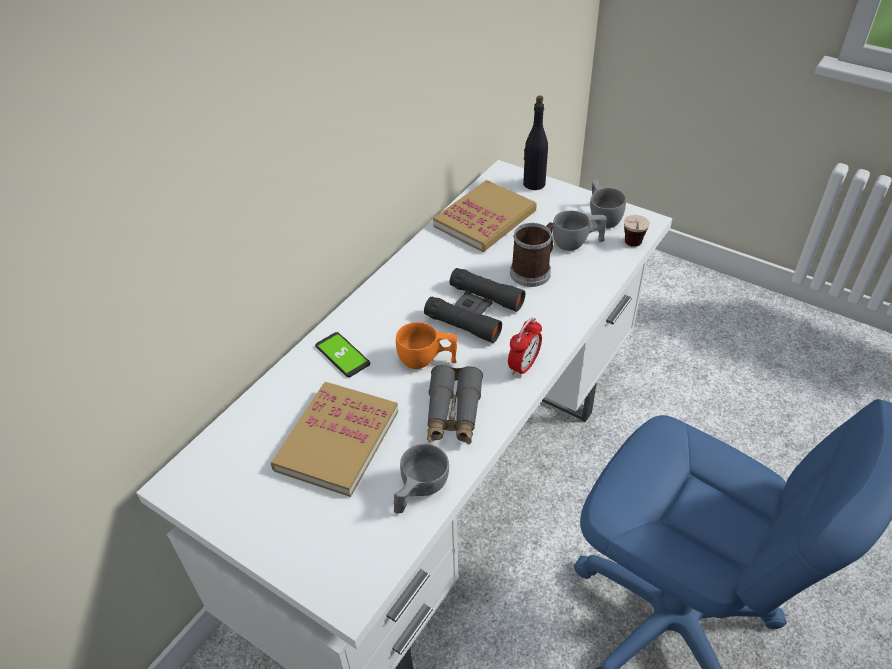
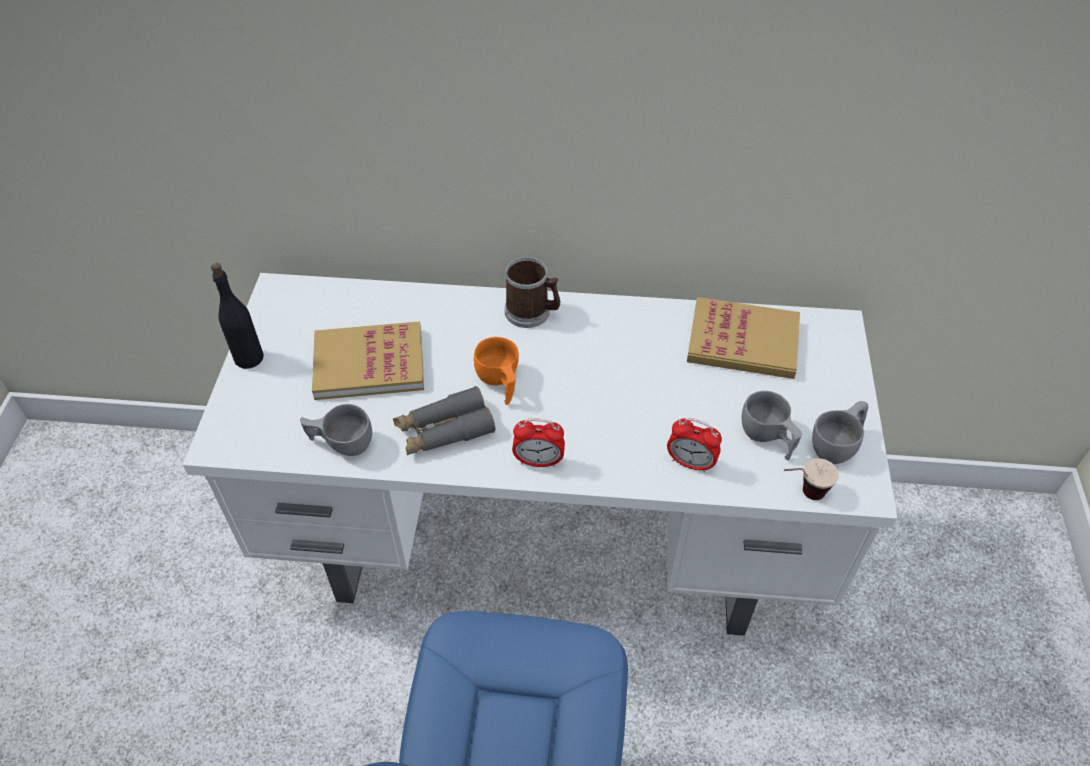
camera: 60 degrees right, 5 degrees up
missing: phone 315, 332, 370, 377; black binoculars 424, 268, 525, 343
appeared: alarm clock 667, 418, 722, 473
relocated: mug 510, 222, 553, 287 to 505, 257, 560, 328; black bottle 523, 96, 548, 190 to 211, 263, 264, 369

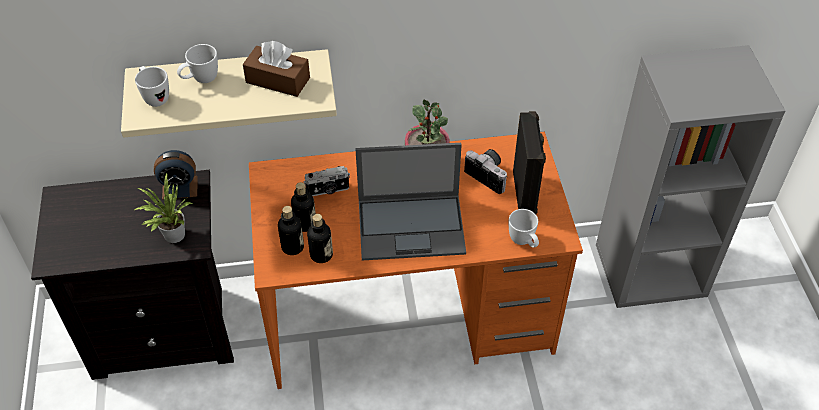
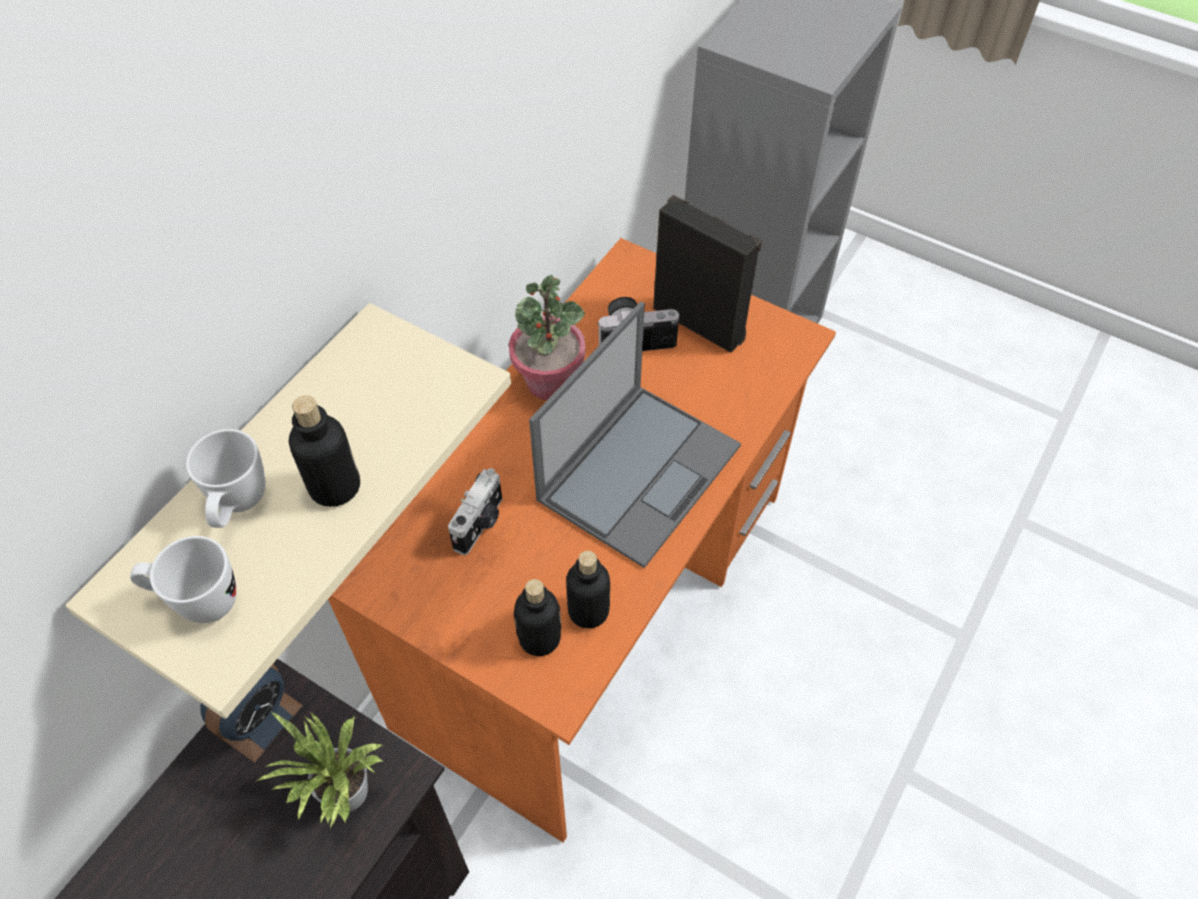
camera: 50 degrees left, 5 degrees up
missing: brown tissue box 243, 41, 310, 97; white mug 509, 209, 539, 248
relocated: bottle 291, 182, 316, 232 to 289, 395, 360, 507

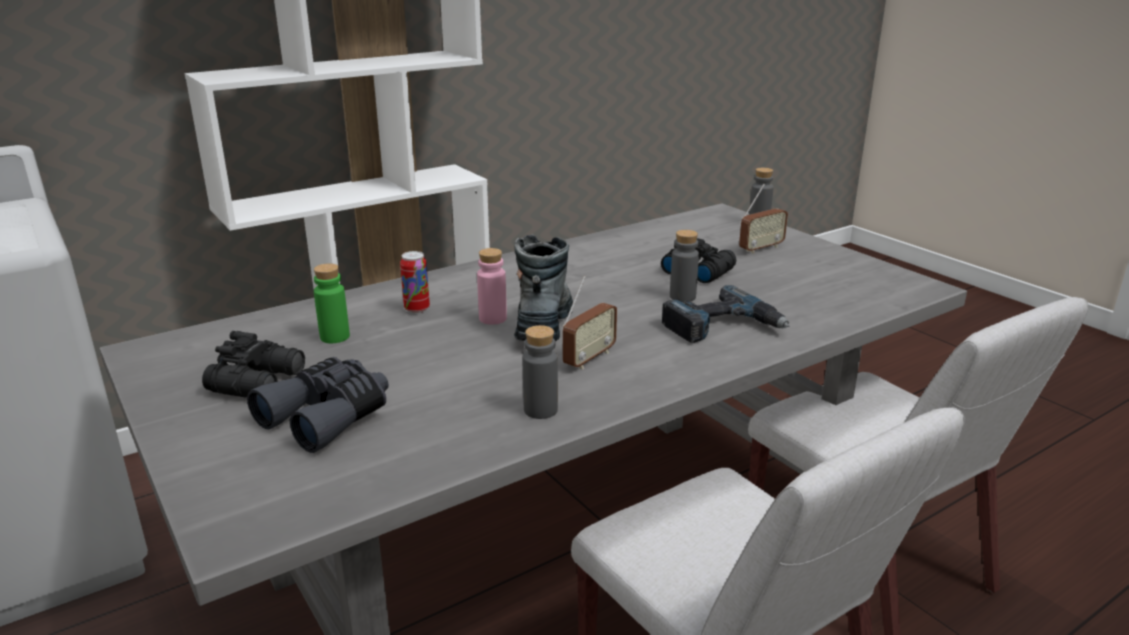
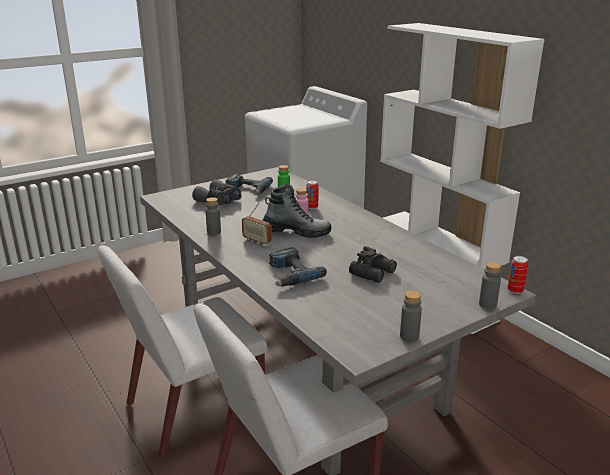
camera: 90 degrees right, 0 degrees up
missing: radio 739, 184, 788, 254
appeared: can 507, 256, 528, 294
relocated: grey bottle 670, 230, 699, 302 to 400, 291, 422, 342
exchanged: black binoculars 202, 331, 305, 398 to power drill 226, 173, 273, 194

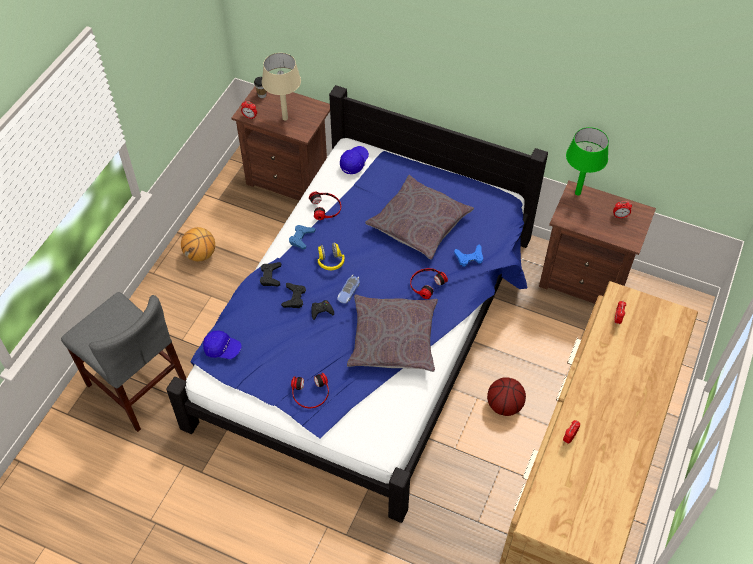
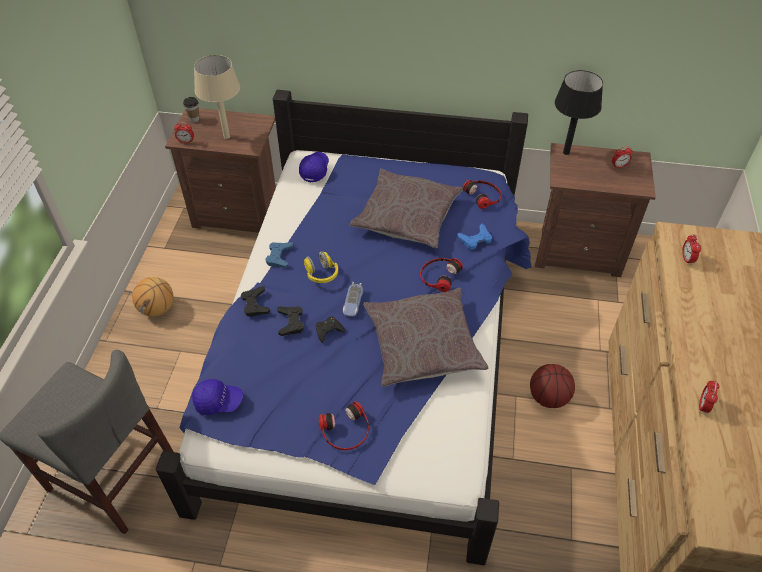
camera: 15 degrees left, 5 degrees down
relocated: headphones 309, 192, 341, 220 to 463, 180, 502, 209
colour: green table lamp 566, 127, 609, 196 to black table lamp 555, 70, 603, 155

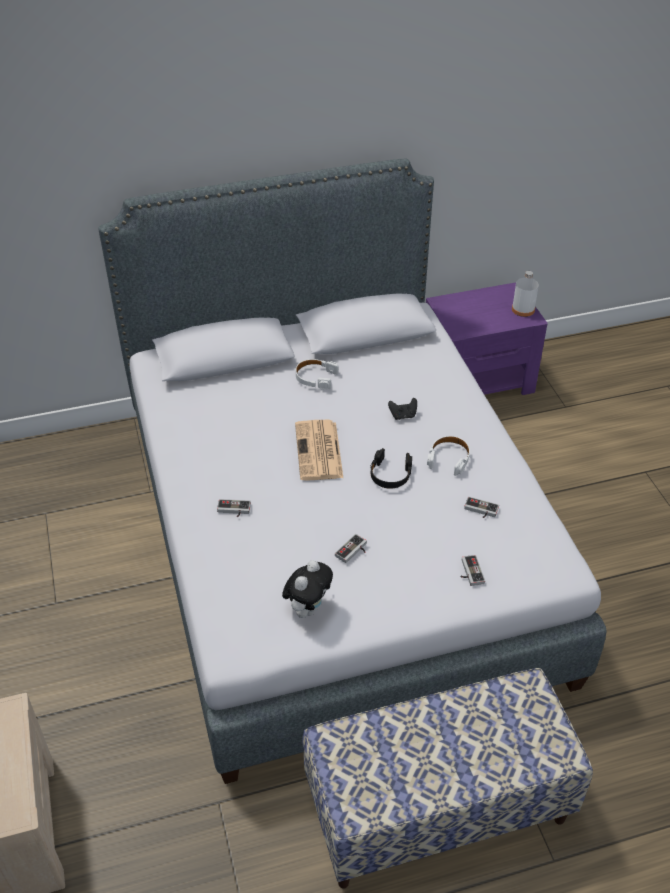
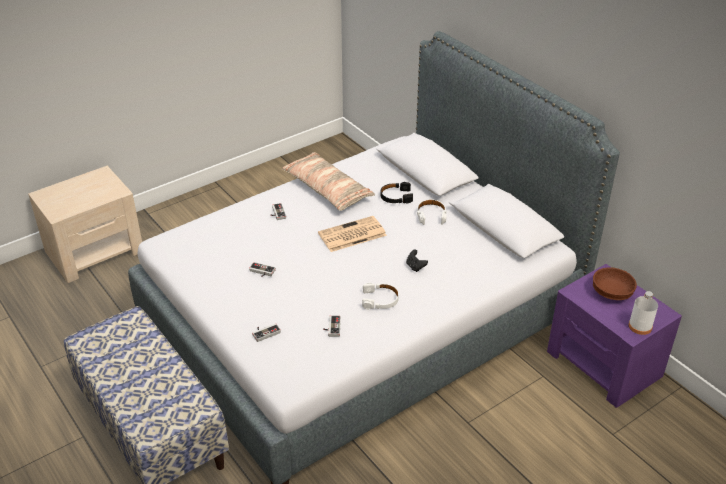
camera: 70 degrees right, 5 degrees down
missing: plush toy 282, 560, 333, 618
appeared: pillow 282, 152, 375, 211; brown bowl 593, 267, 637, 300
relocated: black headphones 370, 448, 412, 489 to 381, 182, 413, 203

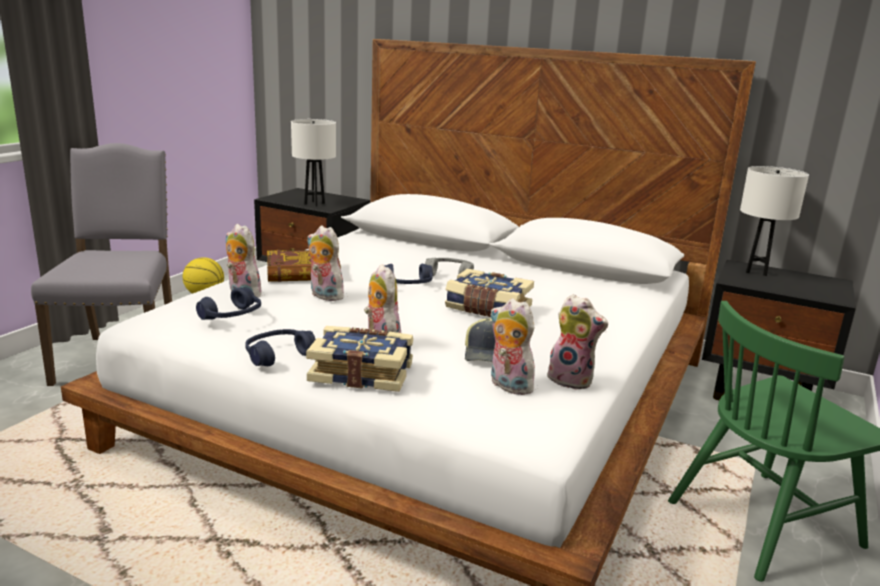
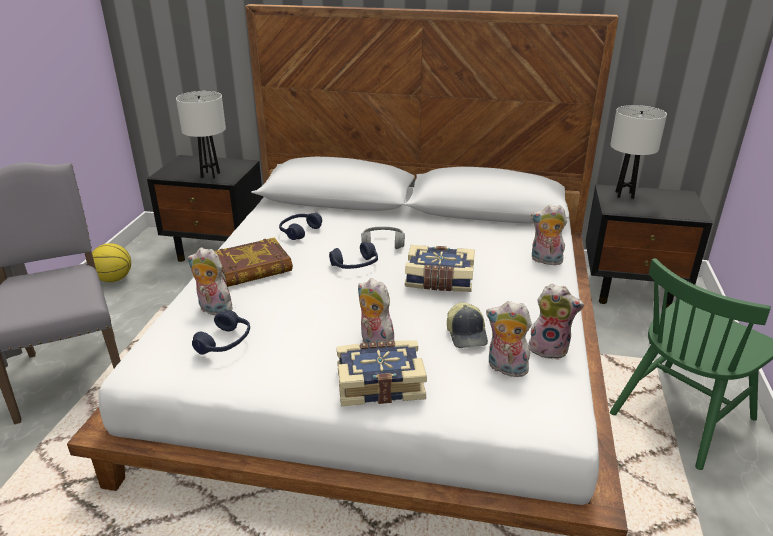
camera: 15 degrees left, 10 degrees up
relocated: blue headphones 245, 329, 316, 366 to 279, 213, 322, 240; plush toy 307, 226, 344, 301 to 531, 204, 567, 265

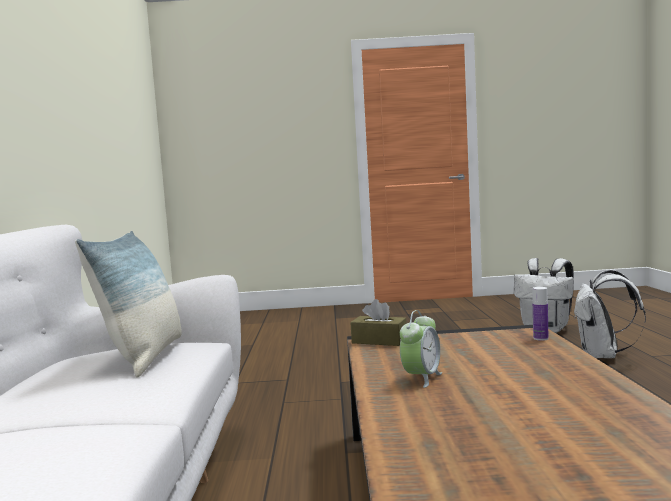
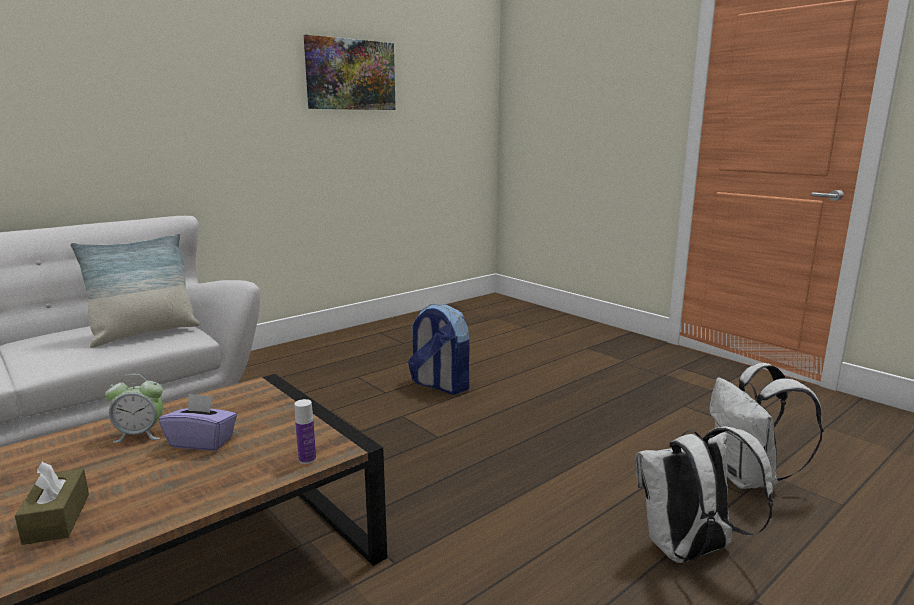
camera: 50 degrees right, 10 degrees up
appeared: purple tissue box 159, 394, 237, 451; picture 304, 34, 396, 110; backpack 408, 304, 469, 394
relocated: brown tissue box 350, 299, 406, 346 to 15, 462, 89, 545

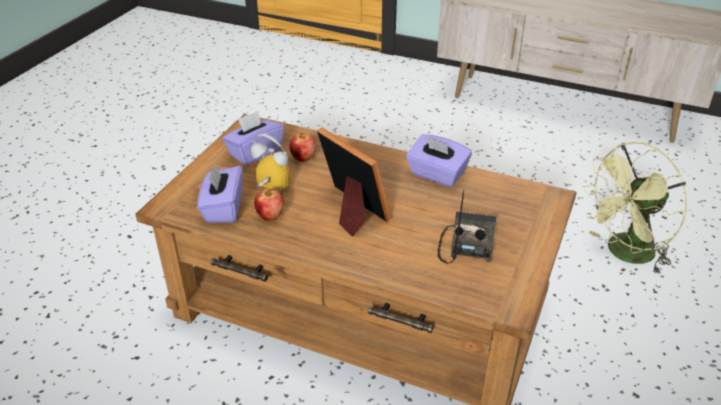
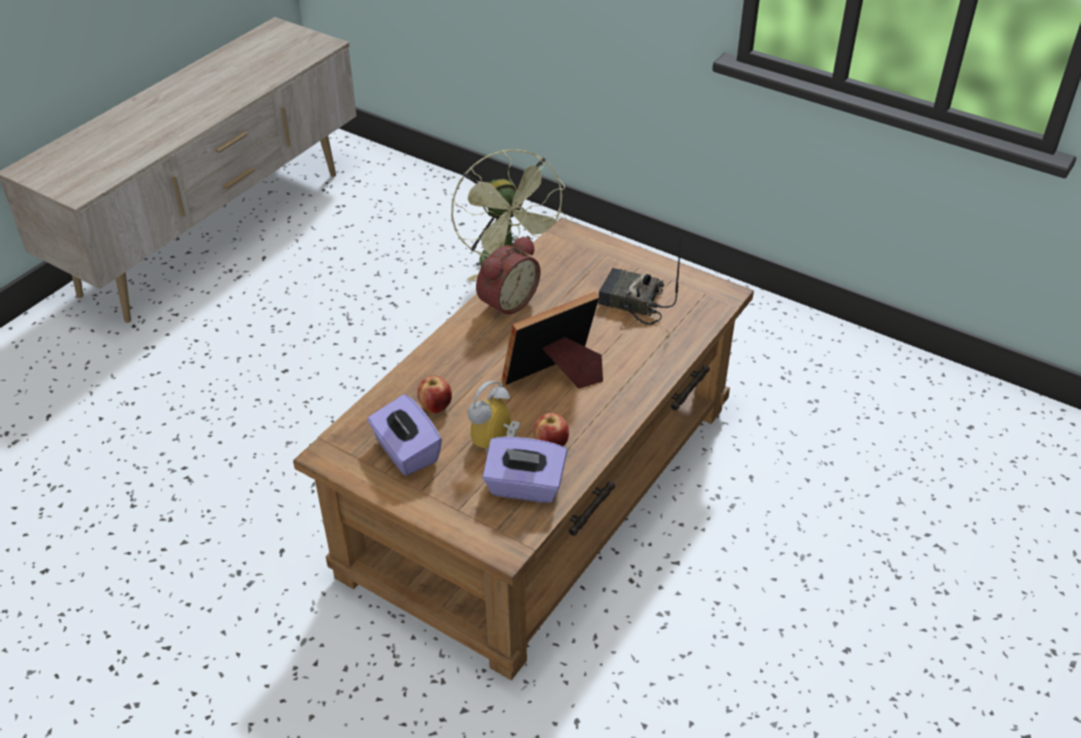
camera: 80 degrees left, 5 degrees up
exchanged: purple tissue box 406, 135, 472, 187 to alarm clock 476, 236, 540, 318

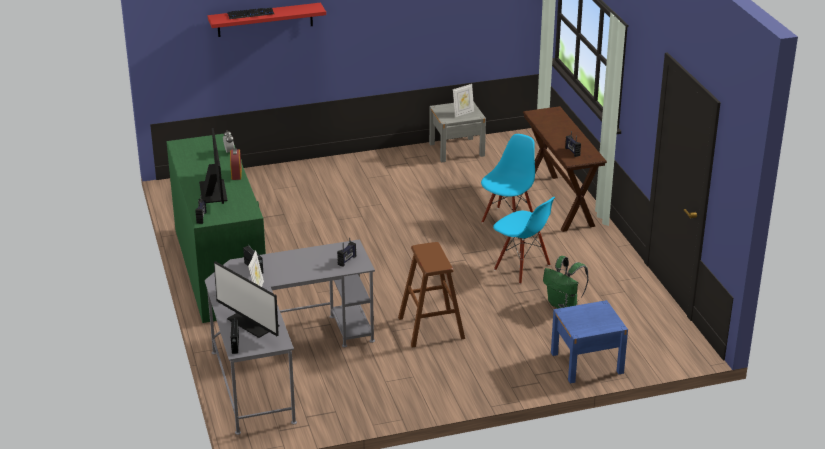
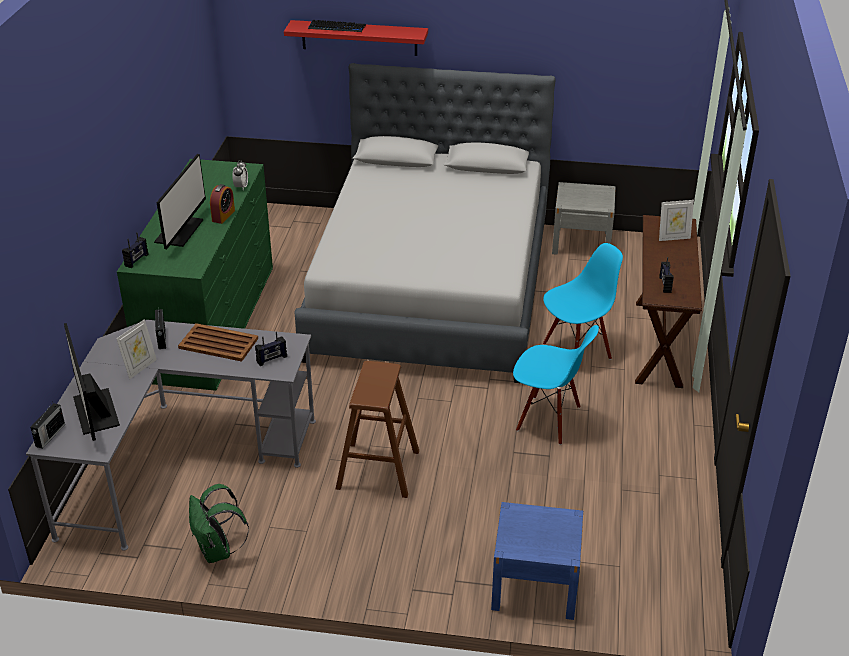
camera: 25 degrees right, 5 degrees up
appeared: brown tray 178, 323, 258, 362; grey bed 294, 63, 555, 383
relocated: picture frame 453, 84, 474, 117 to 659, 200, 694, 241; green backpack 543, 256, 589, 308 to 189, 484, 249, 563
spun: blue chair 493, 197, 555, 284 = 513, 325, 599, 445 45 degrees counterclockwise

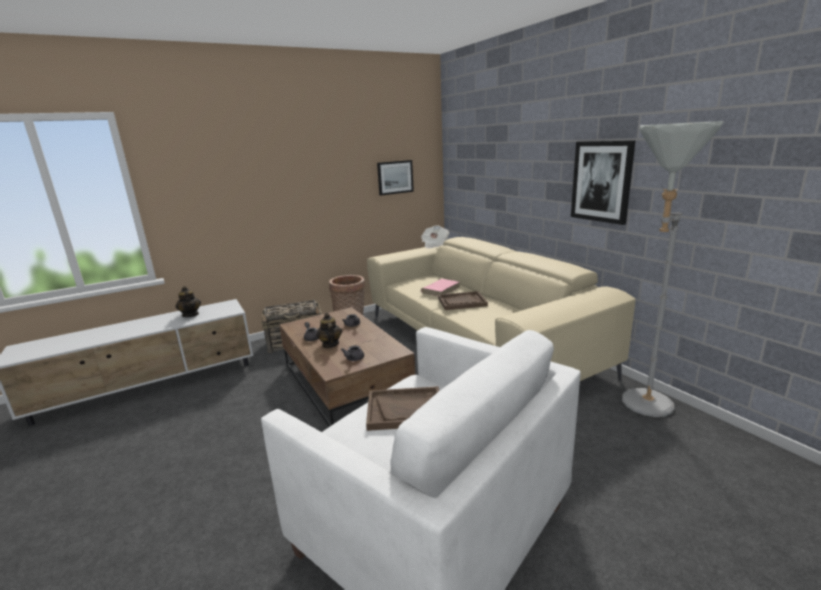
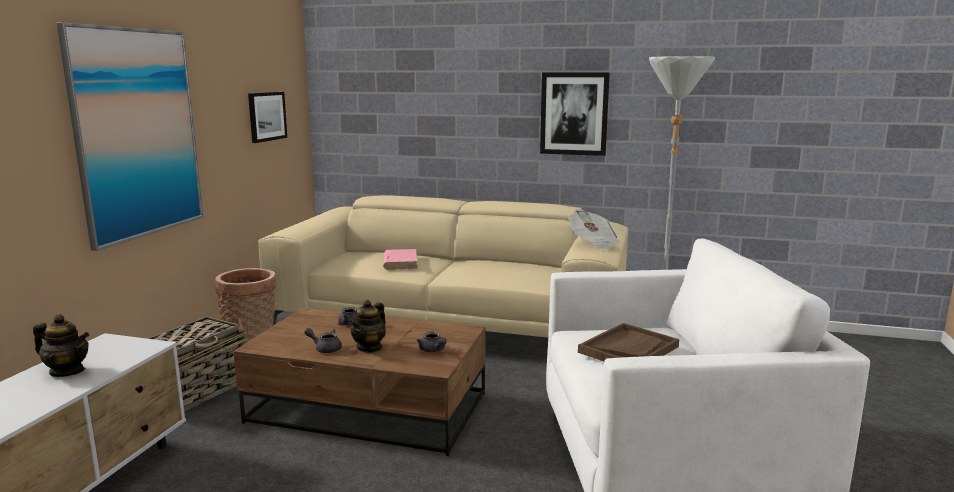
camera: 45 degrees left, 5 degrees down
missing: brown tray 438, 291, 488, 310
appeared: picture 57, 22, 203, 251
relocated: newspaper 421, 225, 450, 249 to 568, 210, 620, 250
spun: teapot 316, 313, 342, 348 = 349, 300, 386, 353 90 degrees counterclockwise

